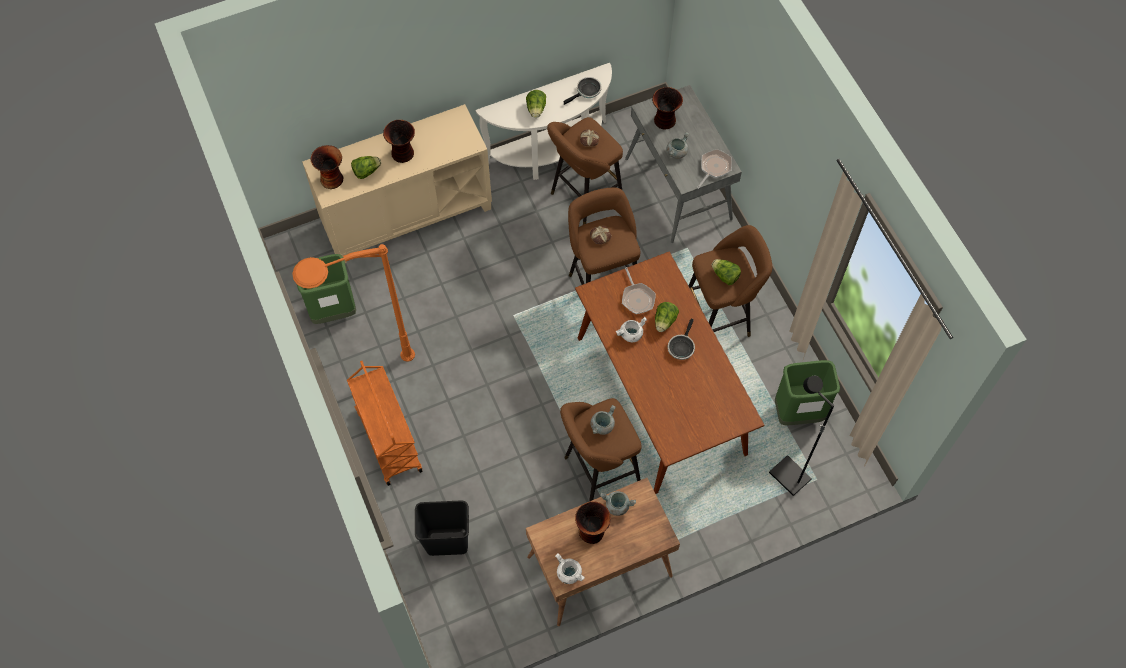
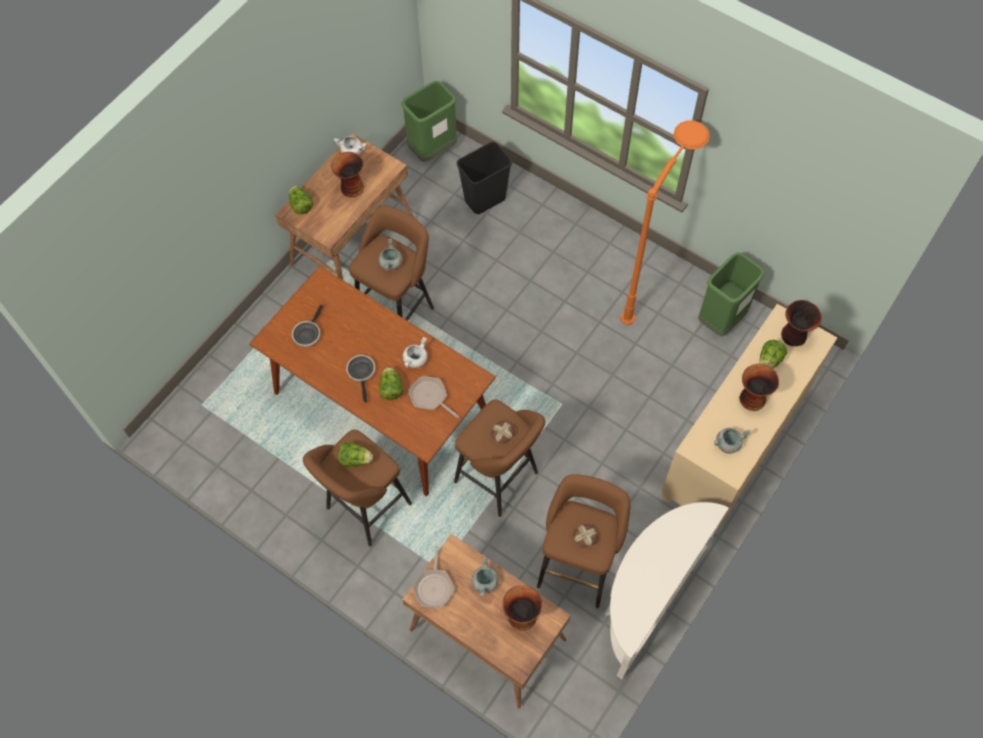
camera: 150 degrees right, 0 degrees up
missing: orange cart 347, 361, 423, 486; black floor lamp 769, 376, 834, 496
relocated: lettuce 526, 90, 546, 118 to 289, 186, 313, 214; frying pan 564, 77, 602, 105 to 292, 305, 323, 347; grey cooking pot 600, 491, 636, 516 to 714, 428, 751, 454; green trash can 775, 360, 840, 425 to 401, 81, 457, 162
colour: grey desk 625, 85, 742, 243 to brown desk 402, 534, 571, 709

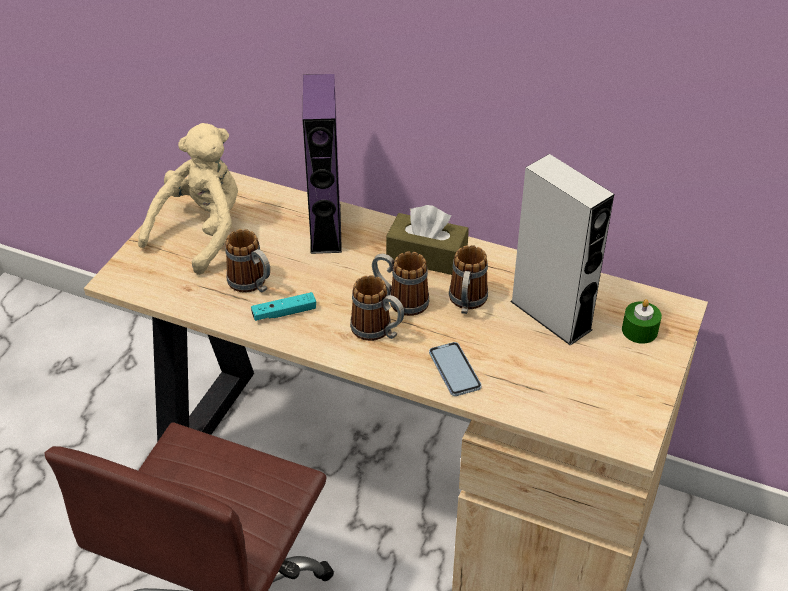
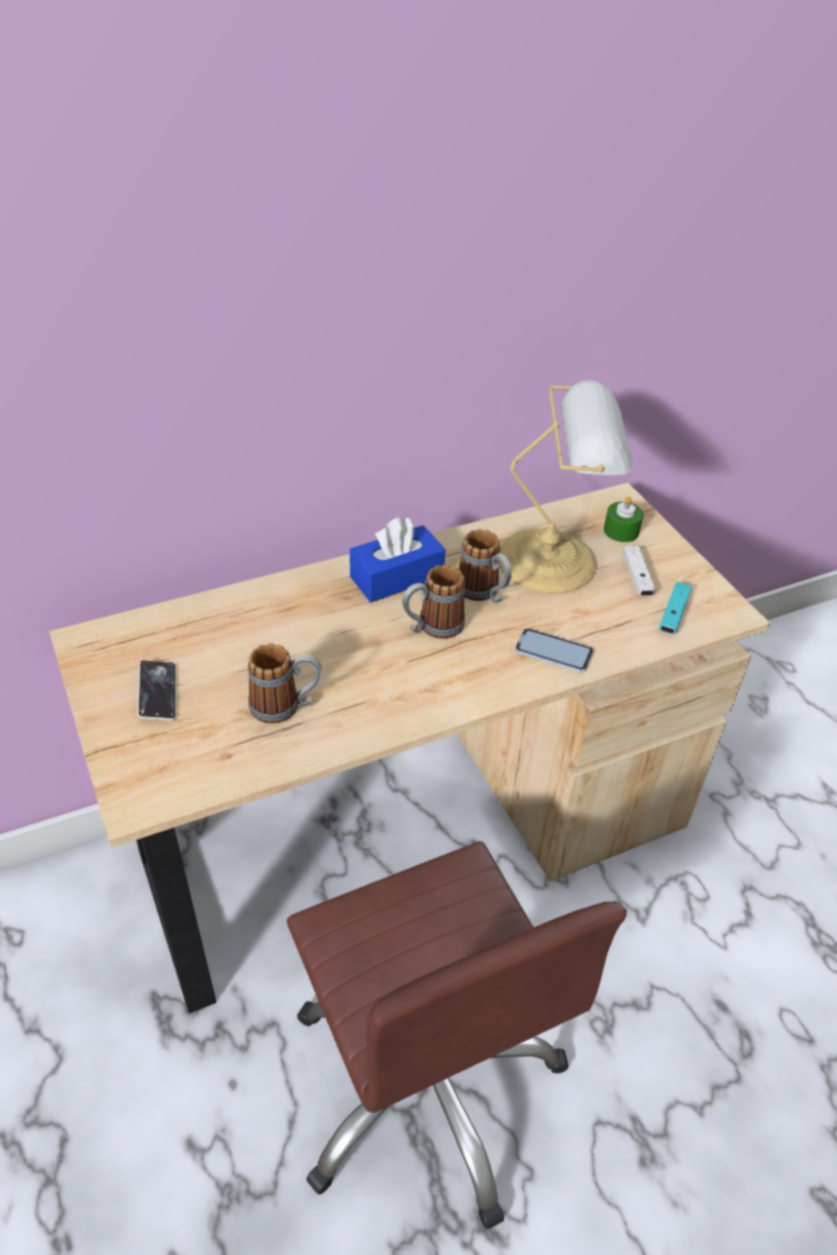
camera: 50 degrees left, 0 degrees up
missing: purple speaker 303, 74, 342, 254; mug 350, 275, 404, 341
appeared: white game controller 623, 546, 656, 597
relocated: turquoise game controller 251, 292, 316, 321 to 659, 582, 692, 635
exchanged: beige plush toy 138, 123, 238, 275 to phone 137, 660, 177, 721; grey speaker 510, 154, 614, 346 to table lamp 499, 380, 632, 594
colour: brown tissue box 386, 205, 469, 275 to blue tissue box 350, 517, 446, 602

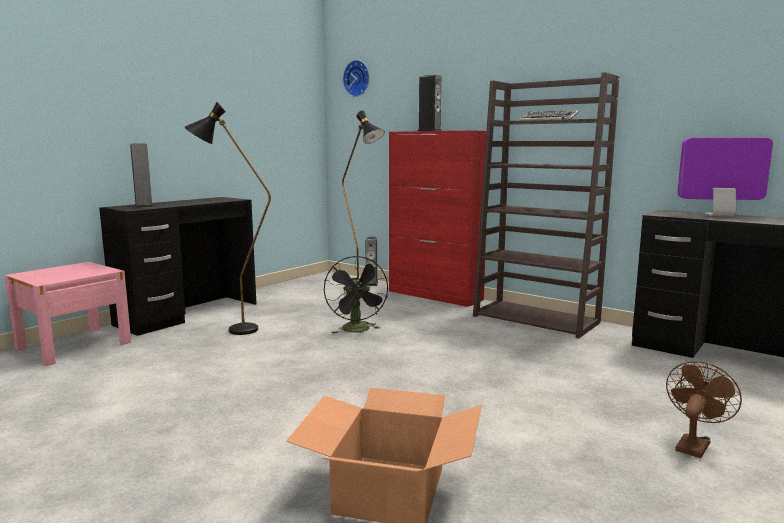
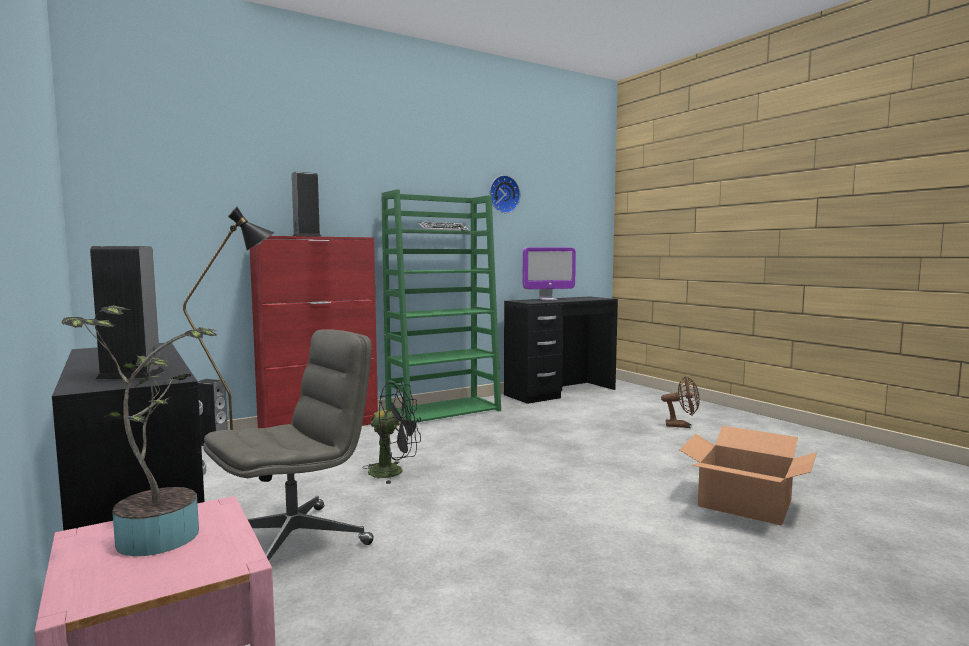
camera: 70 degrees left, 5 degrees down
appeared: potted plant 62, 305, 217, 556
relocated: wall clock 343, 60, 369, 97 to 489, 175, 520, 213
exchanged: black floor lamp 184, 102, 271, 335 to grey office chair 203, 329, 374, 560
colour: brown bookcase 473, 72, 620, 338 to green bookcase 381, 189, 501, 423
spun: brown fan 666, 361, 742, 458 = 661, 376, 700, 428 135 degrees clockwise; monitor 677, 137, 773, 217 = 523, 247, 576, 300 135 degrees counterclockwise

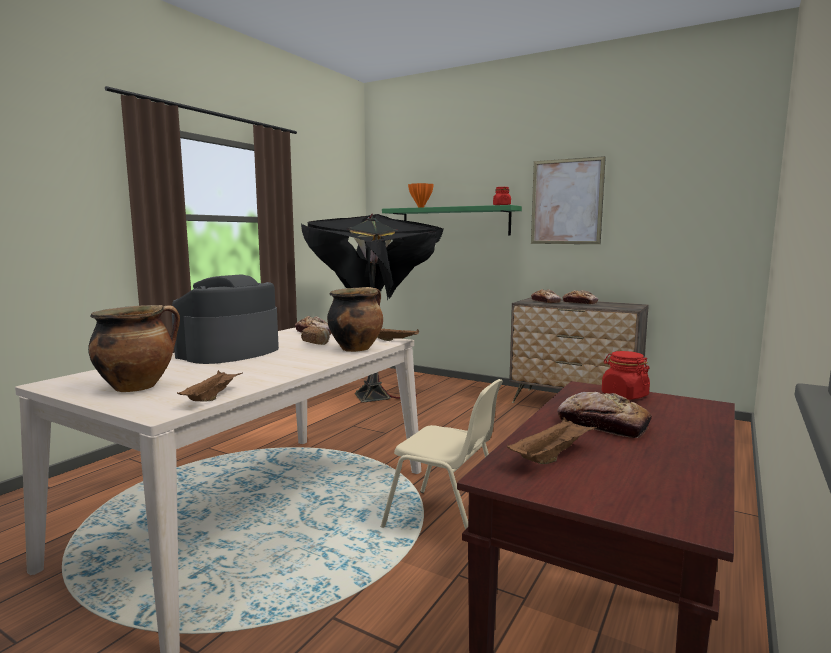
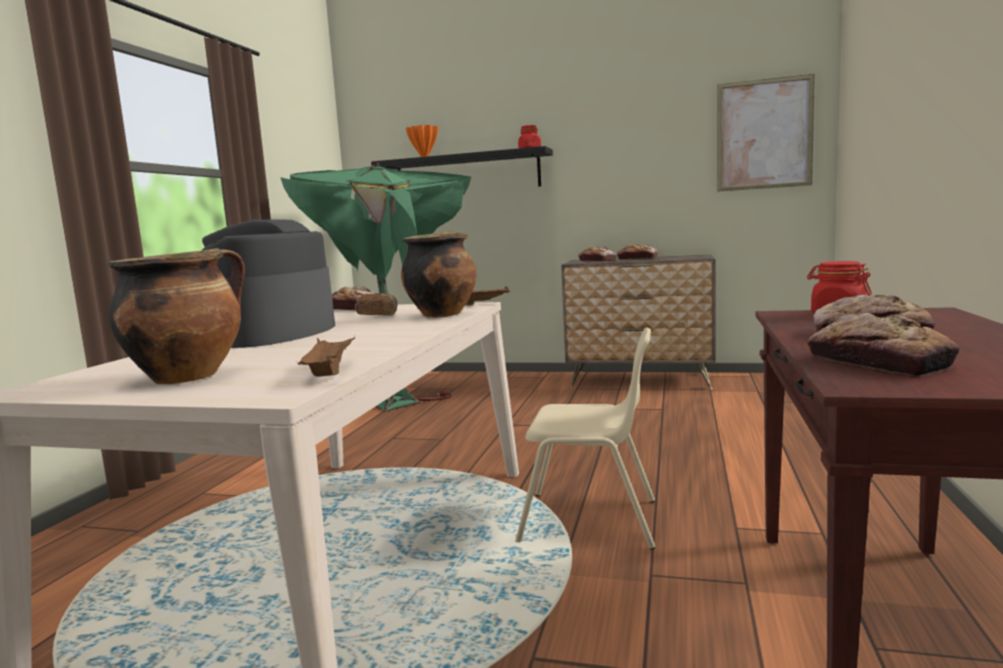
camera: 15 degrees left, 0 degrees up
relocated: picture 531, 156, 606, 244 to 718, 74, 815, 191
exchanged: brown tray 507, 417, 597, 464 to bread 807, 313, 960, 376
colour: black floor lamp 301, 214, 444, 402 to green floor lamp 280, 161, 471, 411; green shelf 382, 205, 522, 235 to black shelf 371, 146, 553, 187

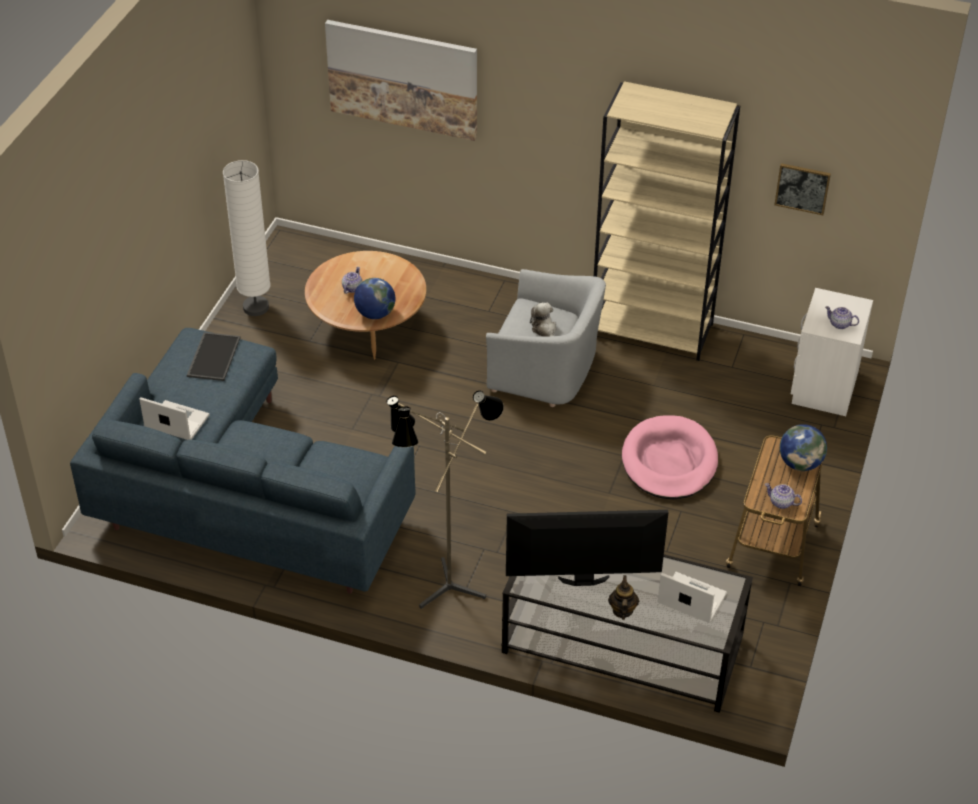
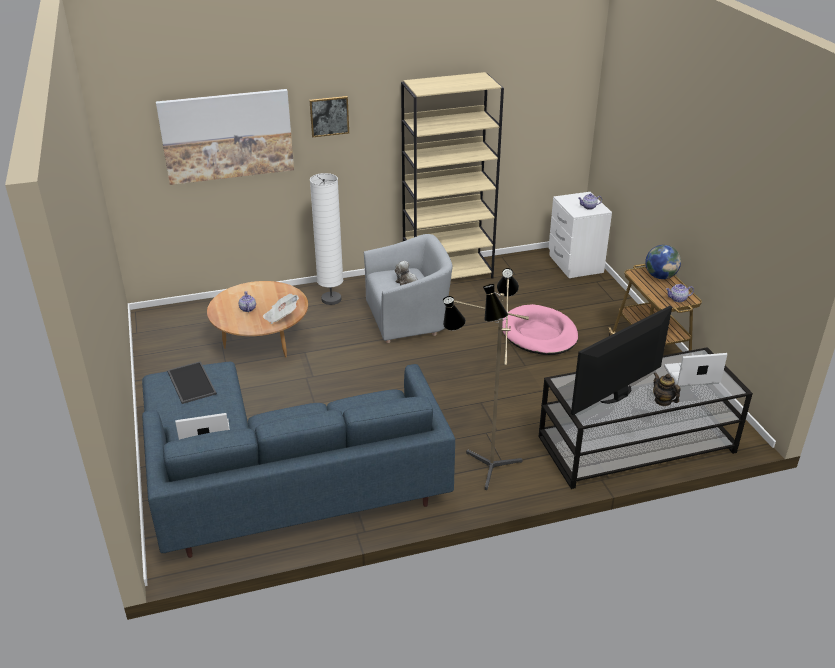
camera: 35 degrees left, 10 degrees down
relocated: white floor lamp 223, 160, 271, 316 to 310, 173, 343, 305; picture 774, 163, 831, 215 to 309, 96, 349, 137
exchanged: globe 354, 278, 395, 319 to newspaper 263, 294, 299, 324

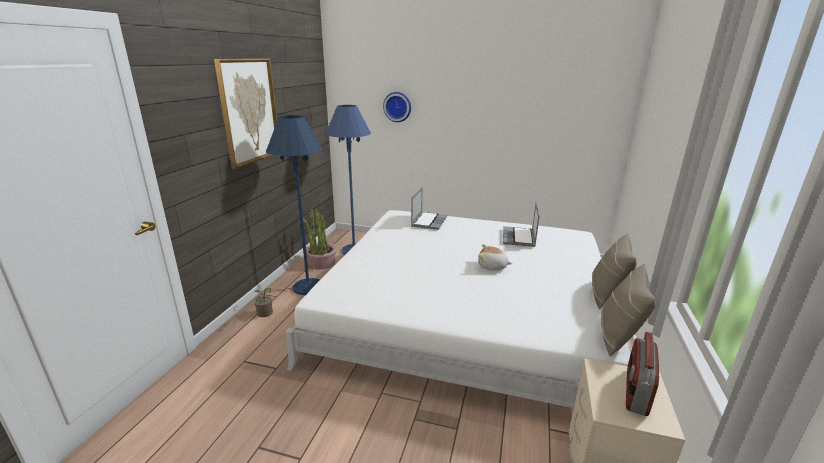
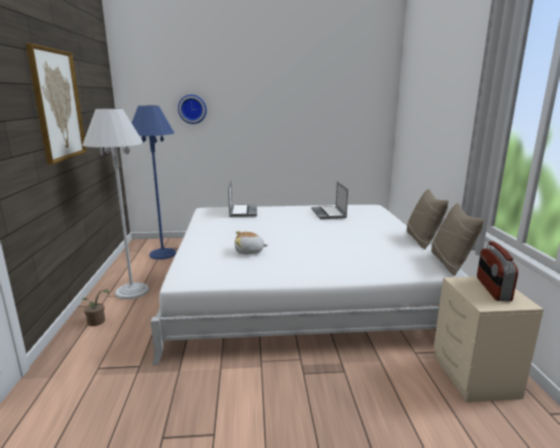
camera: 20 degrees left, 5 degrees down
missing: potted plant 303, 208, 337, 270
relocated: plush toy 478, 244, 512, 270 to 235, 231, 268, 254
colour: blue floor lamp 266, 115, 322, 295 to white floor lamp 82, 108, 149, 299

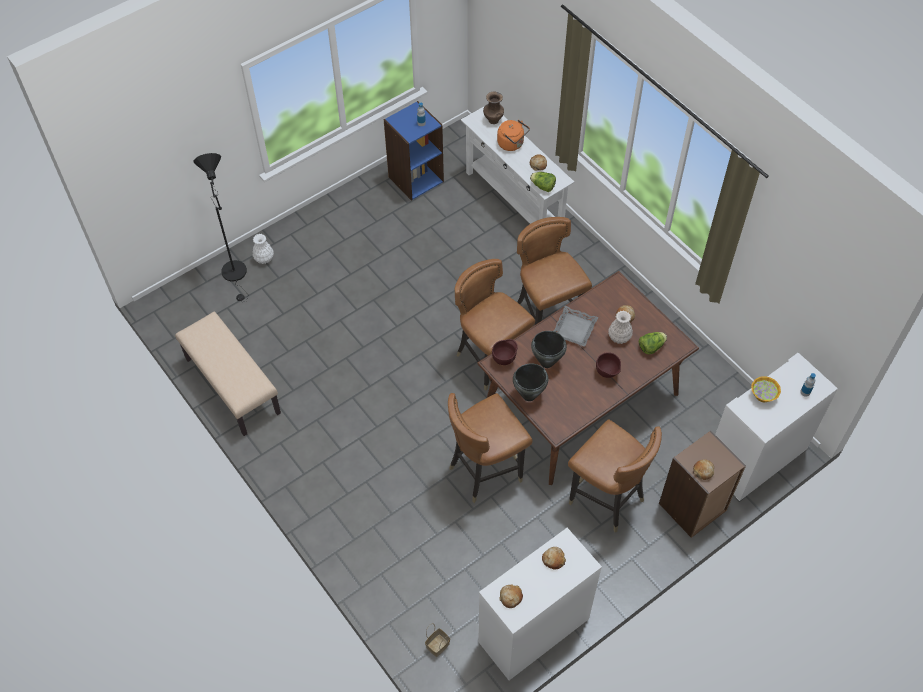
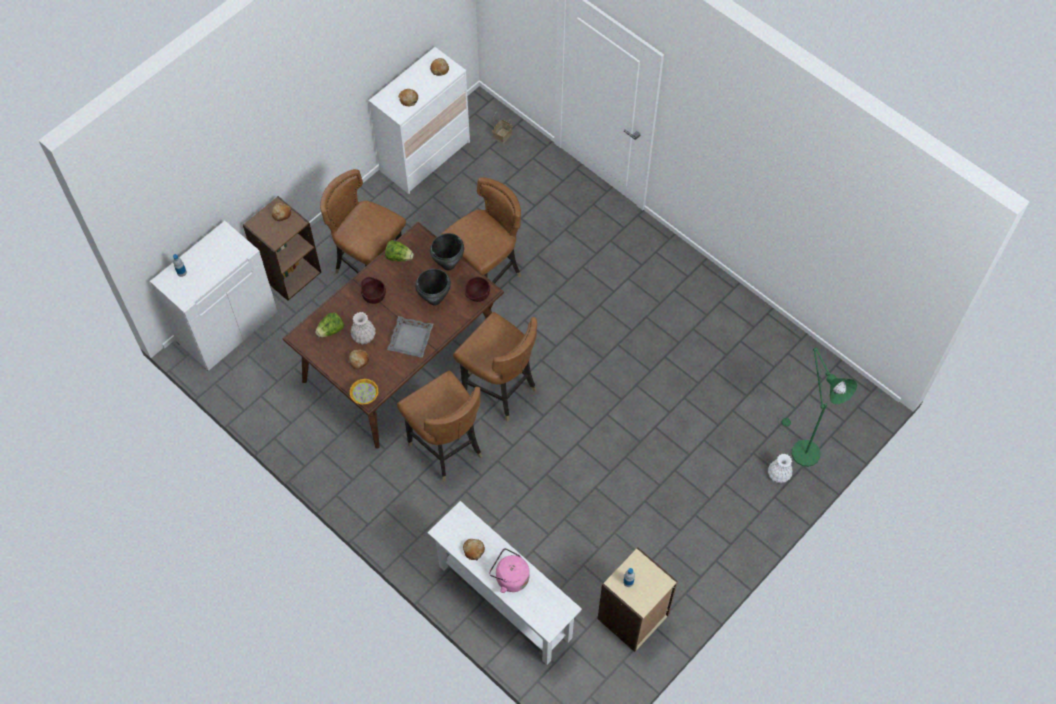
camera: 170 degrees right, 5 degrees up
missing: beige bench 175, 312, 281, 436; brown vase 483, 91, 504, 124
relocated: lettuce 530, 172, 556, 192 to 385, 240, 414, 262; bowl 751, 376, 781, 402 to 350, 379, 378, 405
colour: black floor lamp 193, 153, 248, 301 to green floor lamp 778, 347, 857, 467; blue bookcase 384, 101, 444, 201 to beige bookcase 598, 547, 678, 652; orange kettle 497, 120, 530, 151 to pink kettle 489, 548, 530, 593

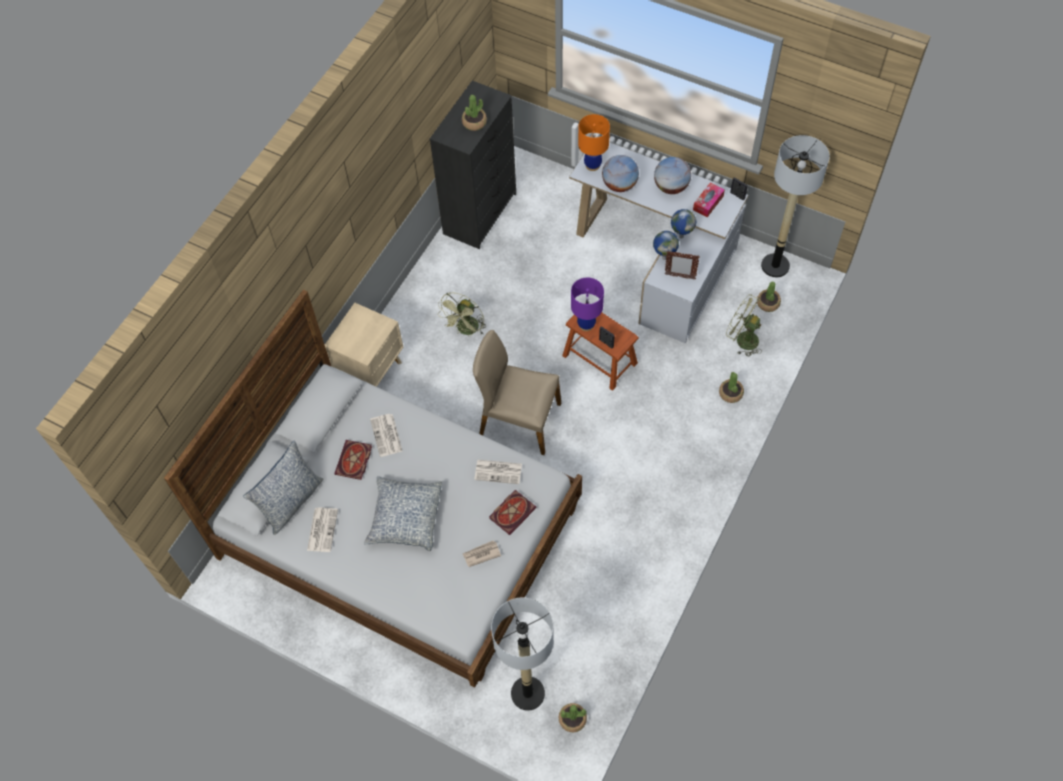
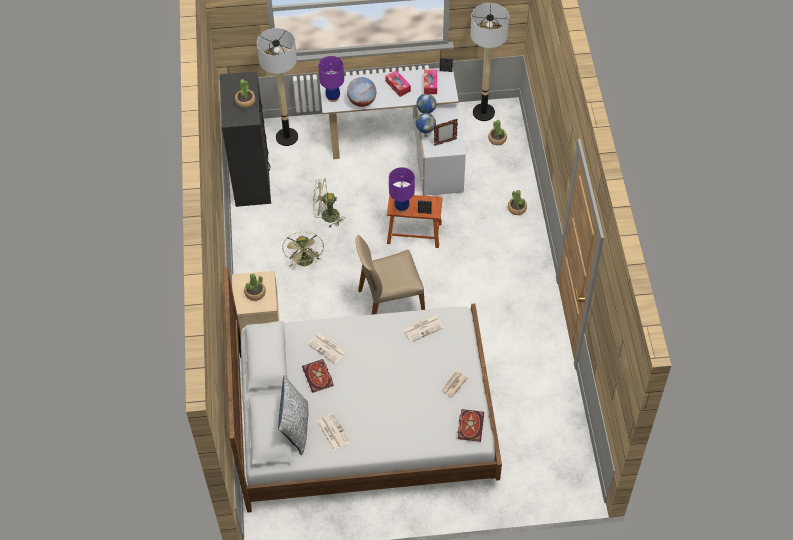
camera: 35 degrees left, 5 degrees down
missing: pillow 364, 476, 442, 551
relocated: book 489, 490, 536, 535 to 458, 409, 484, 442; floor lamp 491, 597, 554, 711 to 257, 28, 298, 146; potted plant 559, 703, 587, 732 to 244, 273, 266, 301; green fan 726, 294, 762, 357 to 313, 179, 345, 228
exchanged: globe 654, 157, 691, 194 to tissue box 386, 70, 411, 97
colour: orange table lamp 578, 114, 610, 171 to purple table lamp 318, 56, 344, 102

